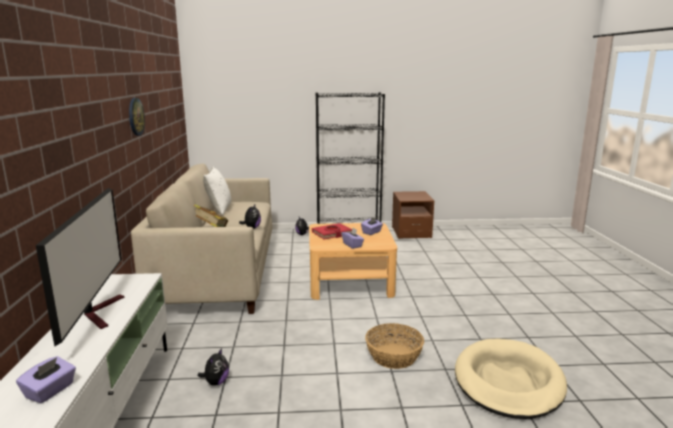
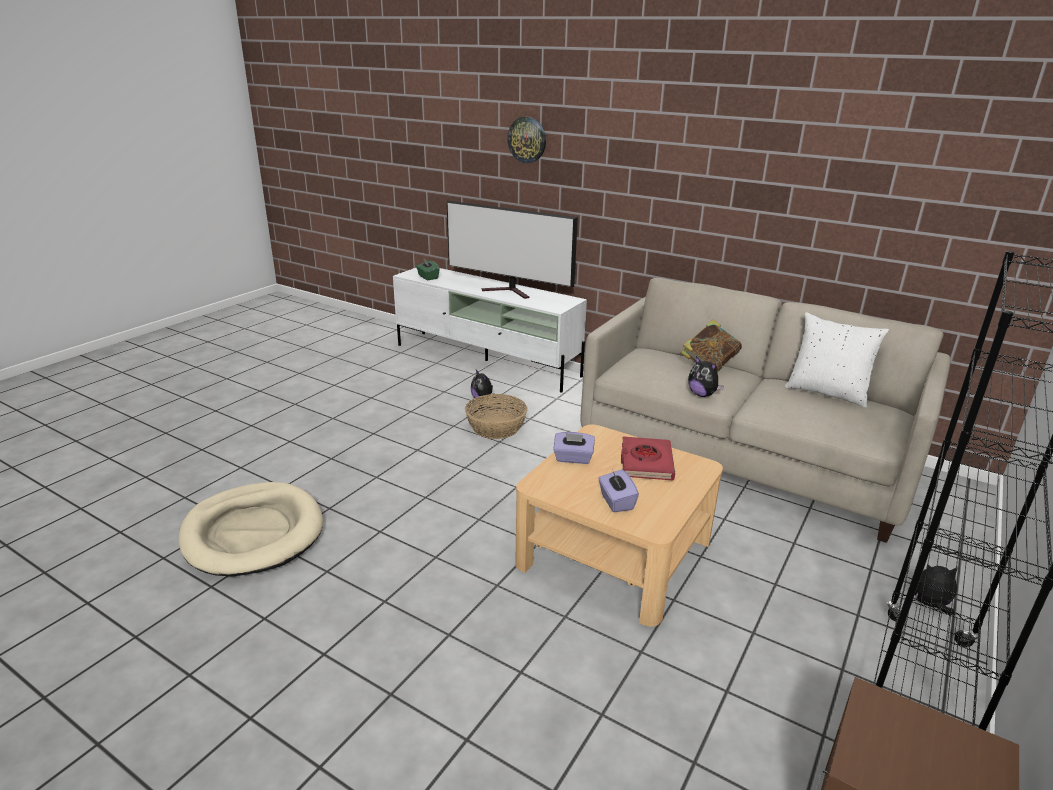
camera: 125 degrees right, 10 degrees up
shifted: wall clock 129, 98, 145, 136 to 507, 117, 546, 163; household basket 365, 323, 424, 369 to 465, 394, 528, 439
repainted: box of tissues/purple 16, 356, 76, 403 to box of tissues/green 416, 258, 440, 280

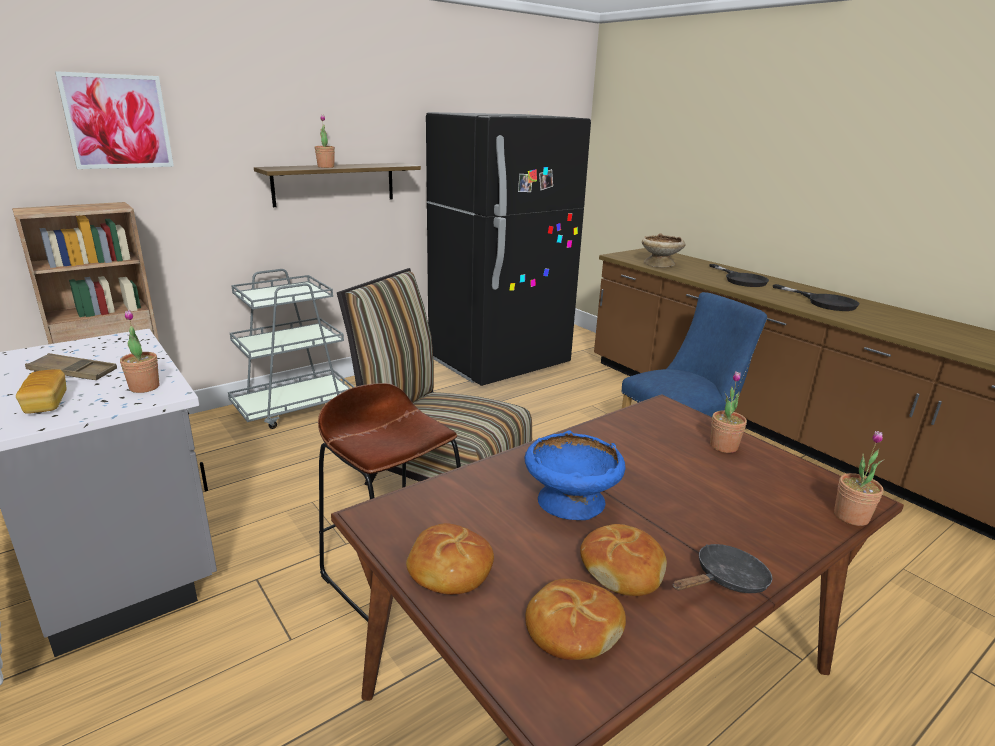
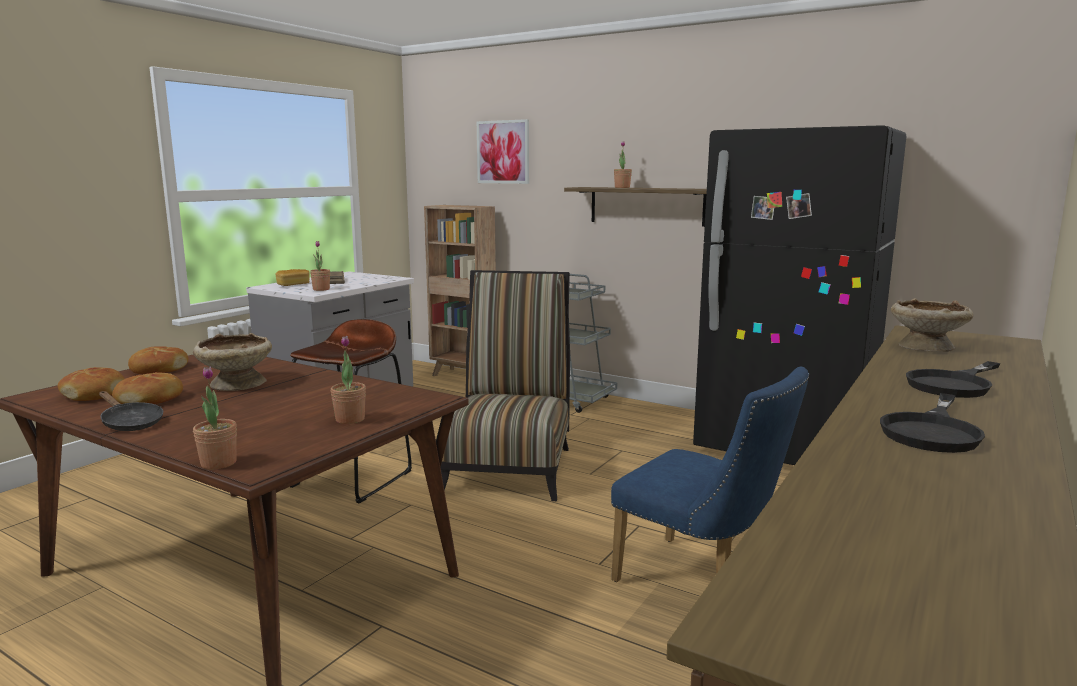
camera: 70 degrees right, 10 degrees down
repainted: serving bowl/blue 524, 431, 626, 520 to serving bowl/beige 193, 333, 272, 391

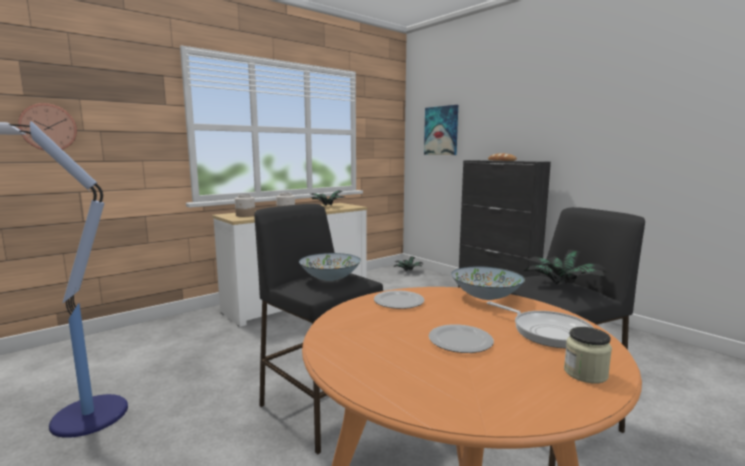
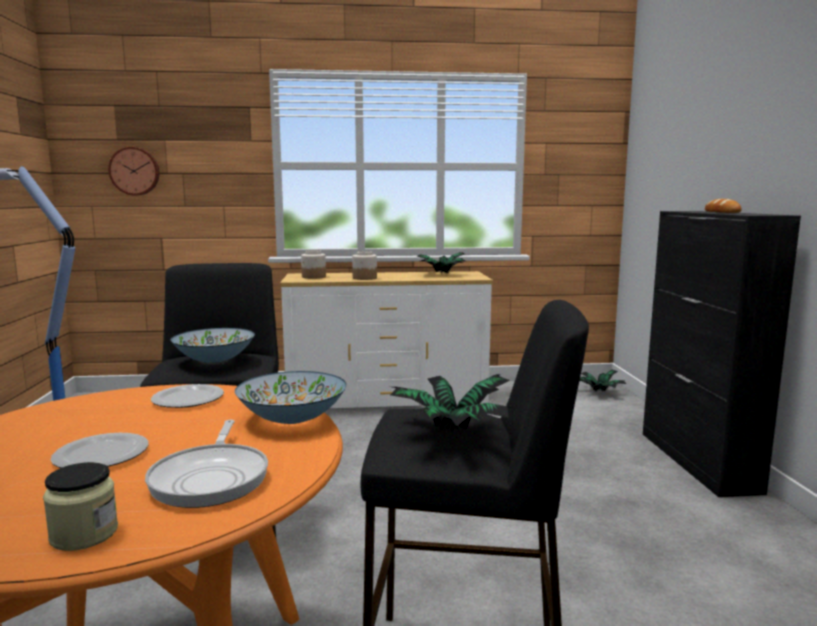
camera: 35 degrees right, 0 degrees up
gone: wall art 424, 105, 458, 155

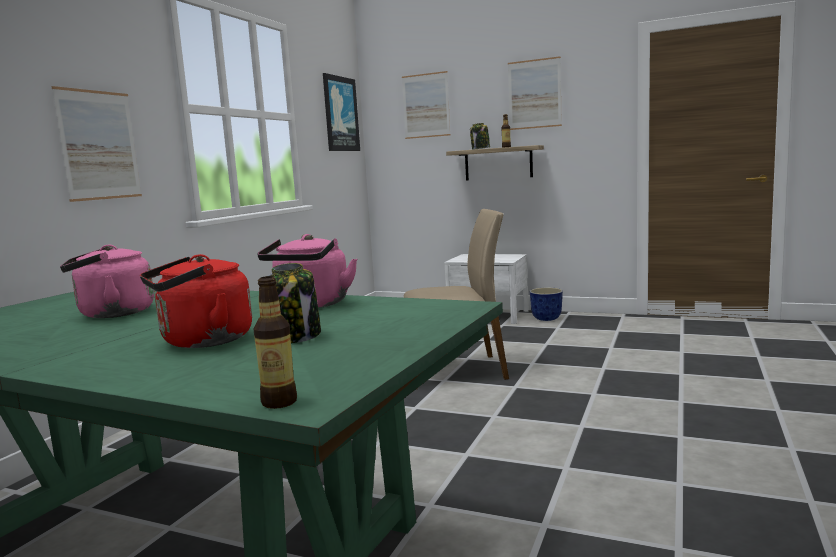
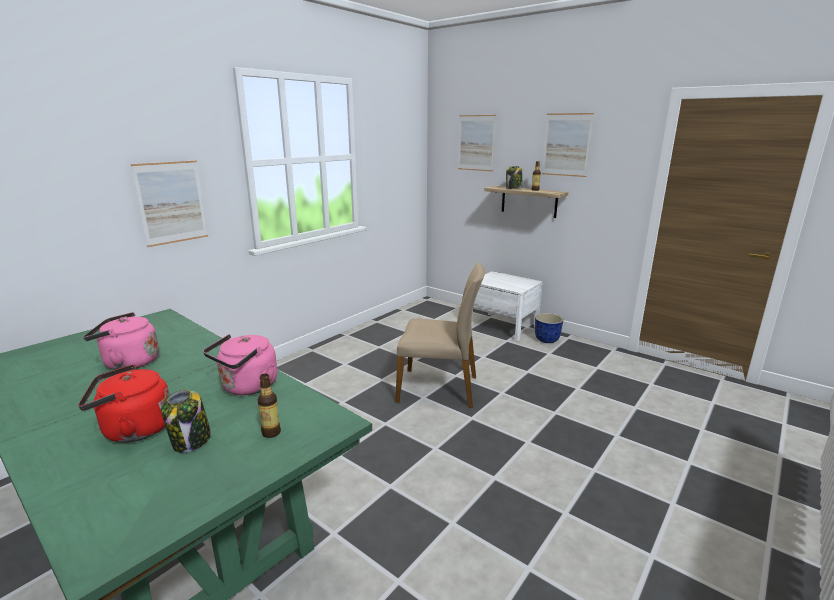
camera: 15 degrees right, 10 degrees up
gone: wall art 323, 73, 360, 151
shifted: bottle 253, 276, 297, 409 to 258, 373, 281, 438

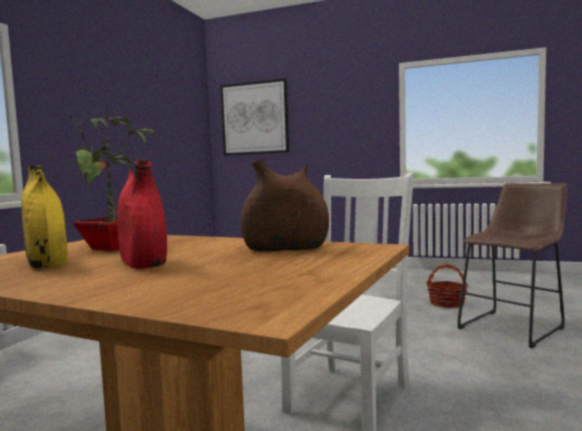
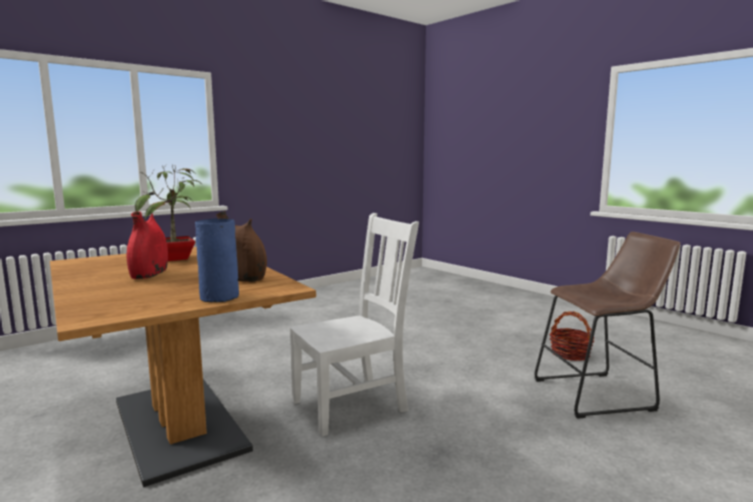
camera: 30 degrees right, 5 degrees up
gone: vase/yellow-coloured 21, 165, 68, 269; wall art 220, 79, 289, 155
new: vase/blue 195, 219, 239, 302

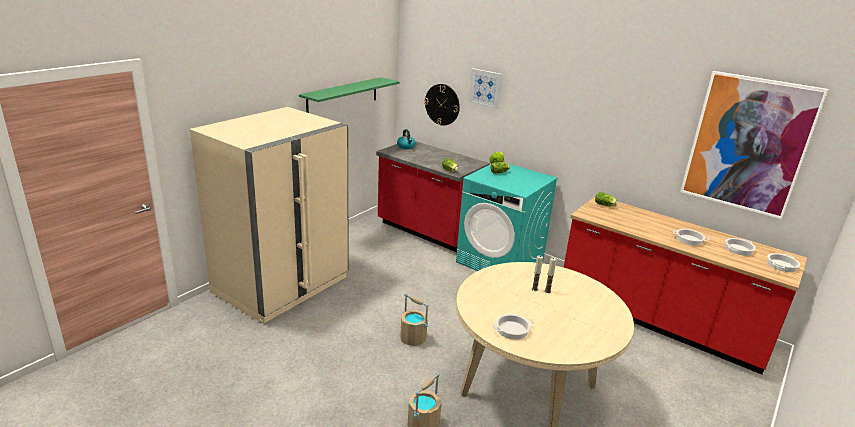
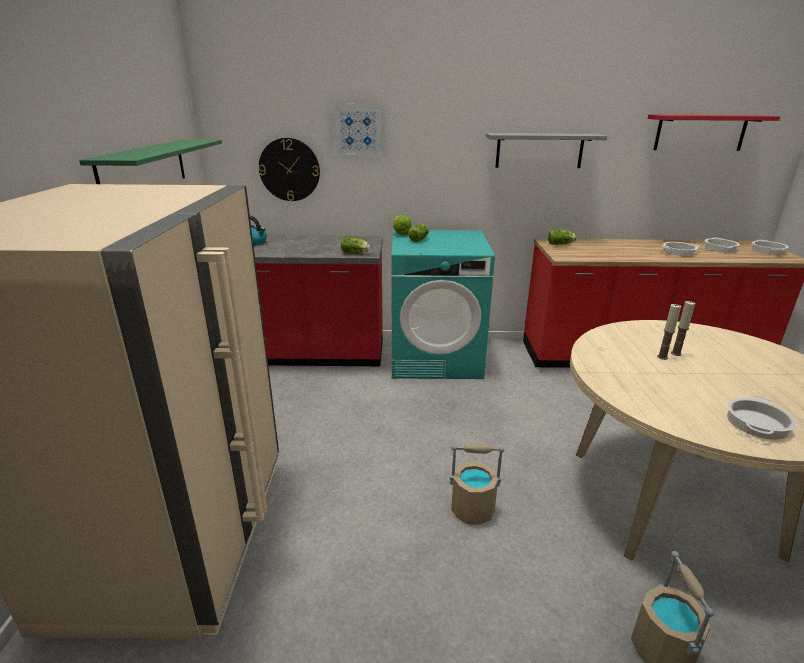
camera: 35 degrees left, 0 degrees up
new: wall shelf/grey 486, 133, 607, 168
swapped: wall art 680, 71, 828, 219 to wall shelf/red-coloured 648, 115, 780, 151

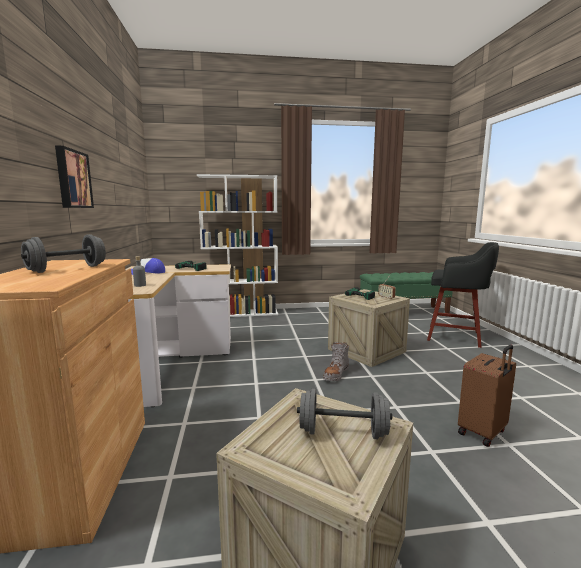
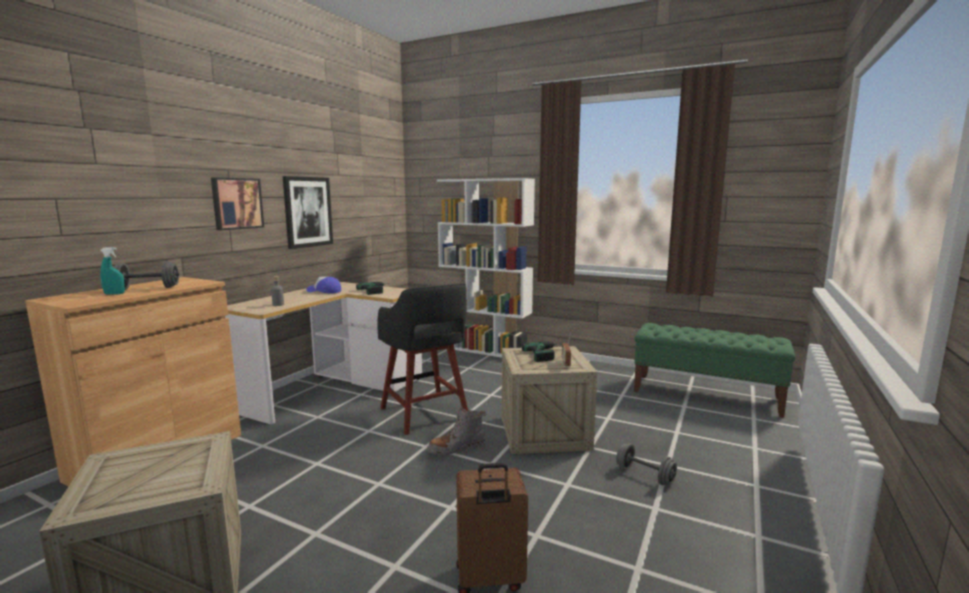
camera: 35 degrees right, 0 degrees up
new: sprayer/turquoise 100, 247, 125, 295; wall art 283, 176, 333, 249
shifted: hand weight/grey 297, 389, 392, 439 to 616, 443, 677, 485; sitting stool/blackish 427, 242, 499, 348 to 377, 284, 468, 435

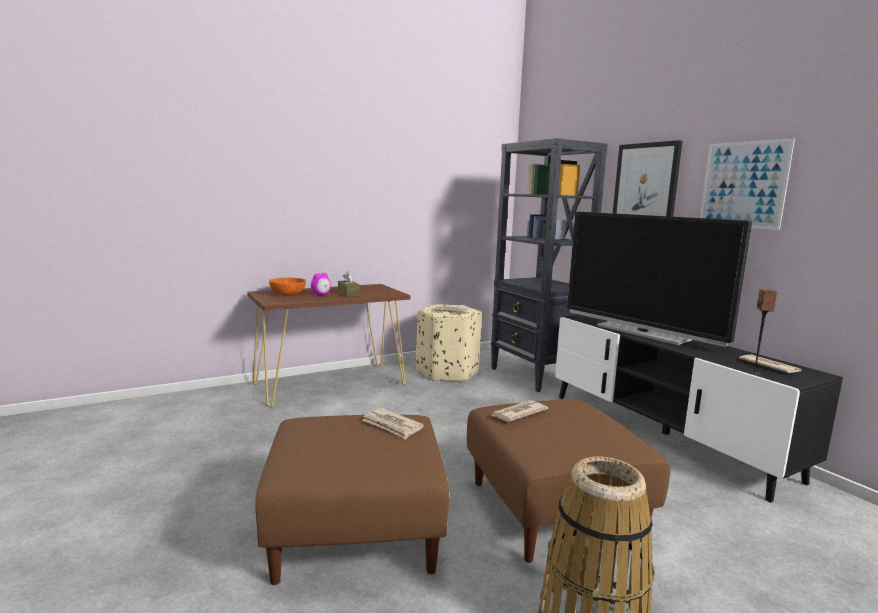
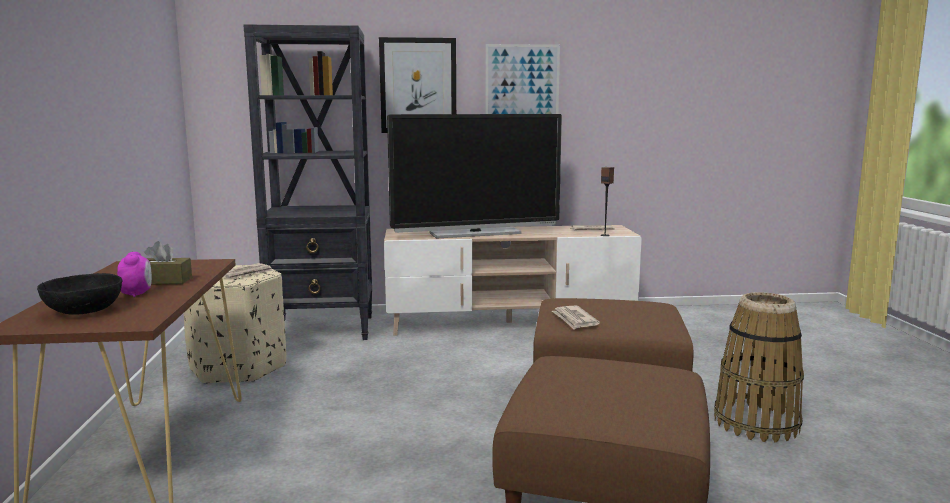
camera: 65 degrees left, 0 degrees up
gone: printed paper 362, 408, 424, 440
repainted: serving bowl/orange 269, 278, 306, 296 to serving bowl/blackish 37, 273, 123, 315; tv unit/blackish 555, 315, 843, 502 to tv unit/beige 384, 225, 642, 336

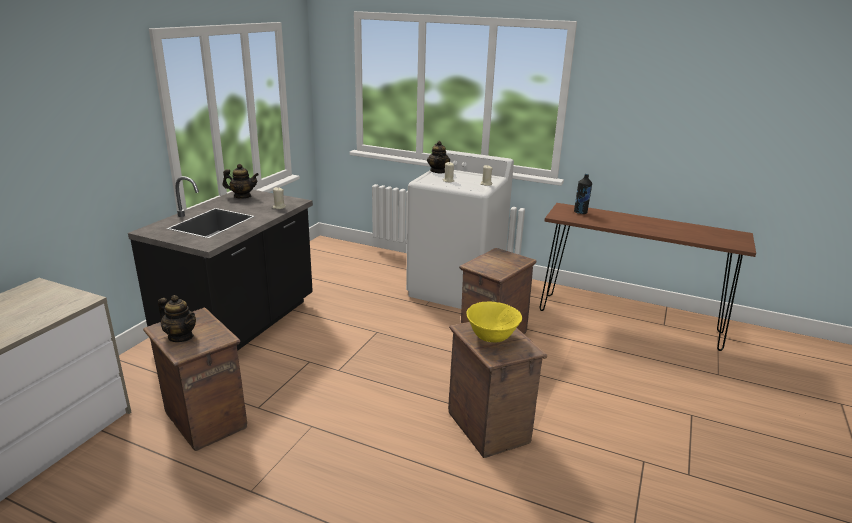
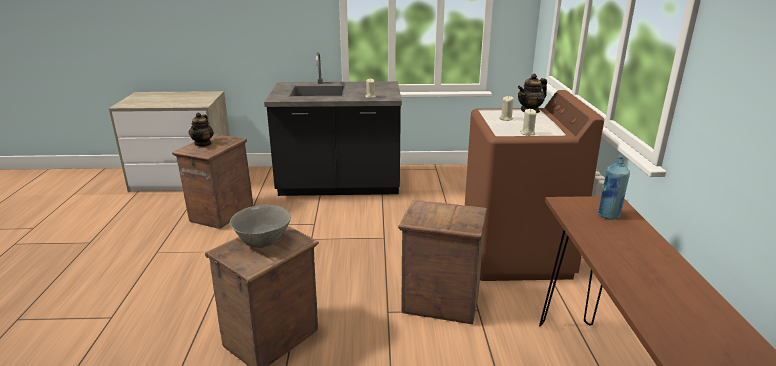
camera: 65 degrees right, 0 degrees up
gone: tea pot 223, 164, 259, 199
repainted: washing machine/white 406, 150, 514, 309 to washing machine/brown 465, 90, 604, 281; serving bowl/yellow-coloured 466, 302, 522, 343 to serving bowl/grey 230, 205, 291, 248; bottle/blackish 574, 174, 592, 214 to bottle/blue 598, 157, 630, 220

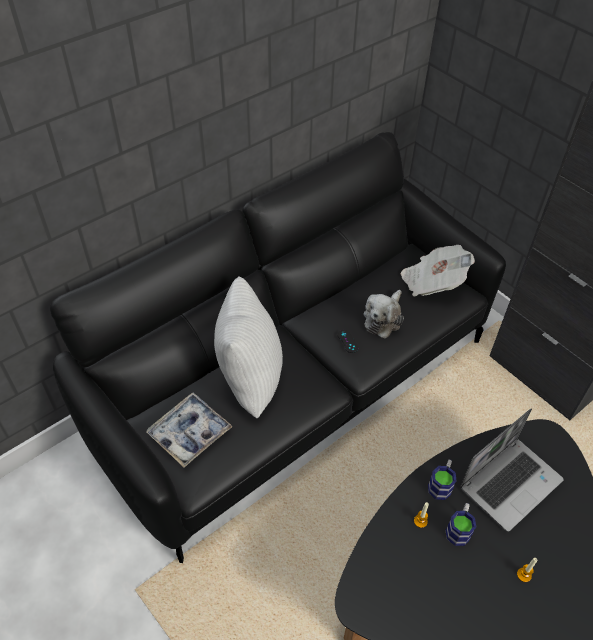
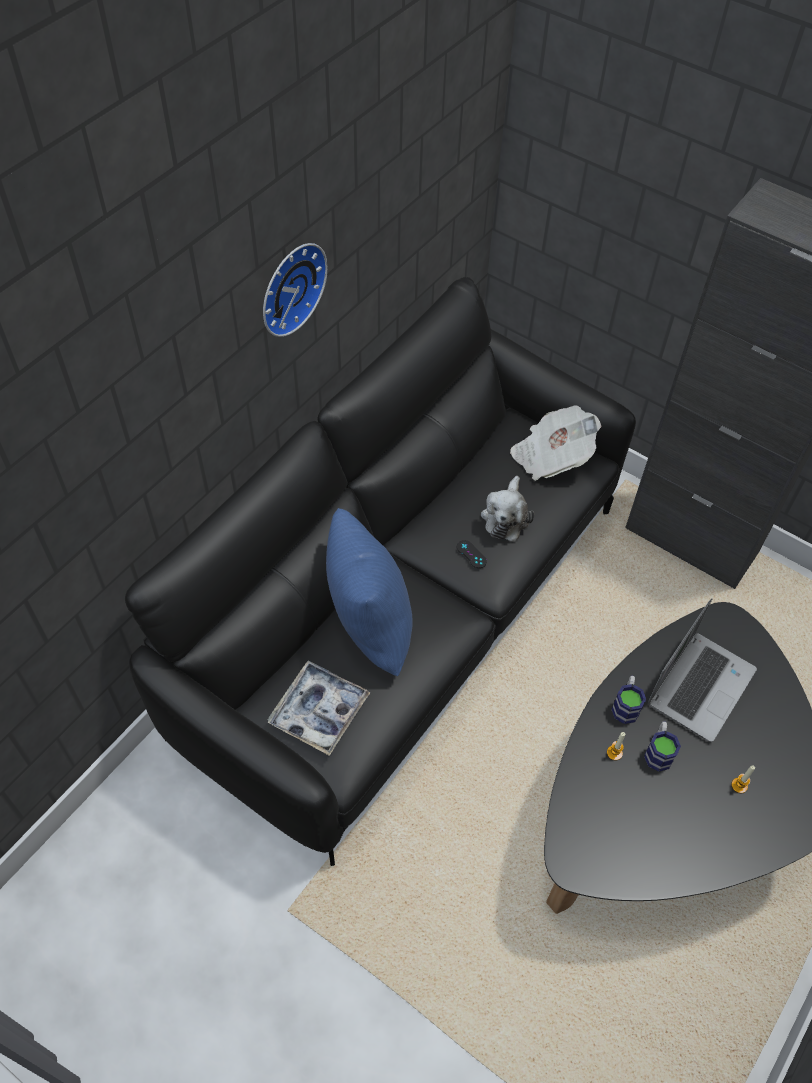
camera: 15 degrees left, 5 degrees up
new: wall clock 263, 243, 328, 337
repainted: pillow/white 214, 276, 283, 418 to pillow/blue 326, 508, 413, 676

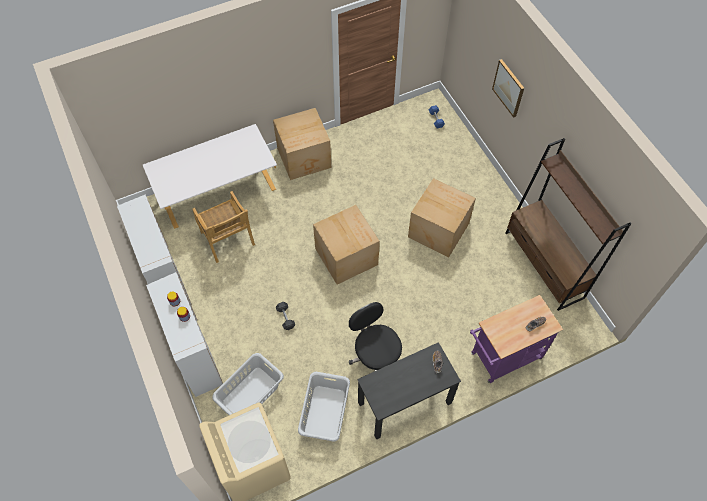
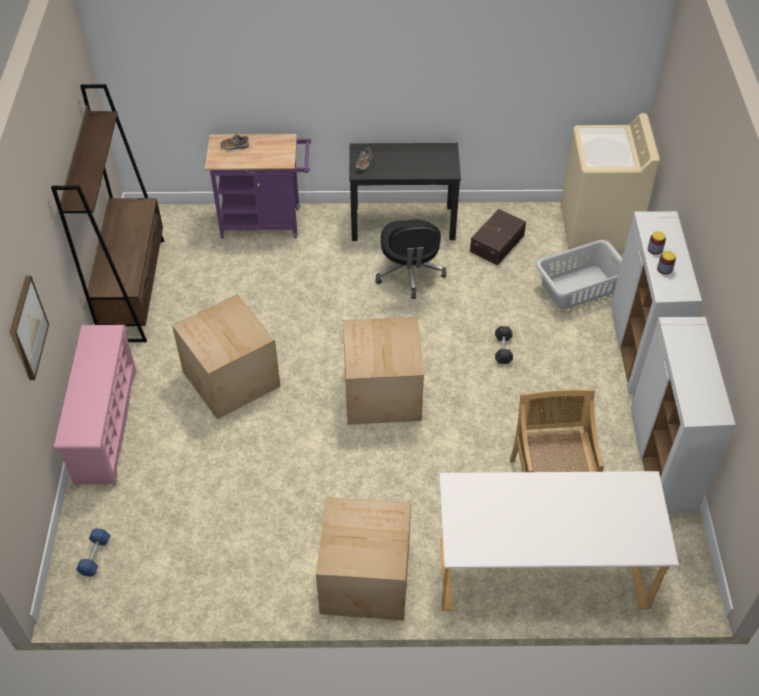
camera: 155 degrees left, 10 degrees down
new: shoe stand/pinkish 54, 325, 137, 486
swapped: hamper/grey 298, 372, 350, 441 to storage bin/brown 470, 209, 526, 265

